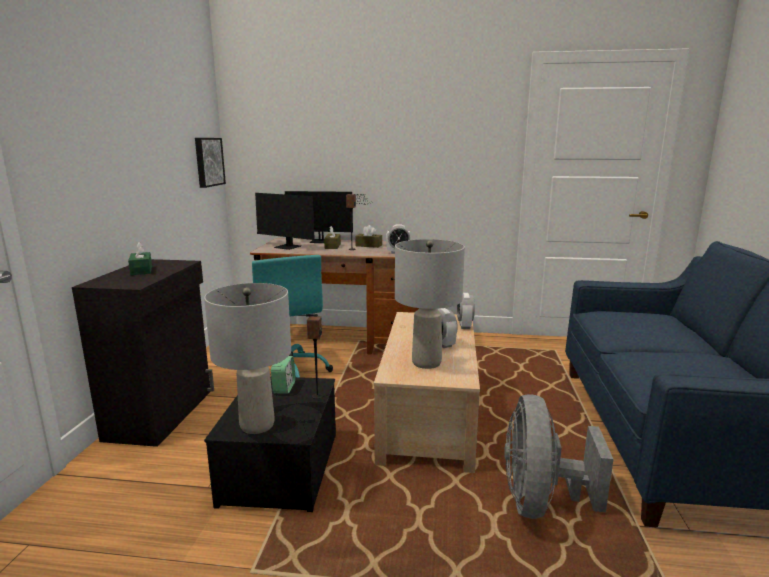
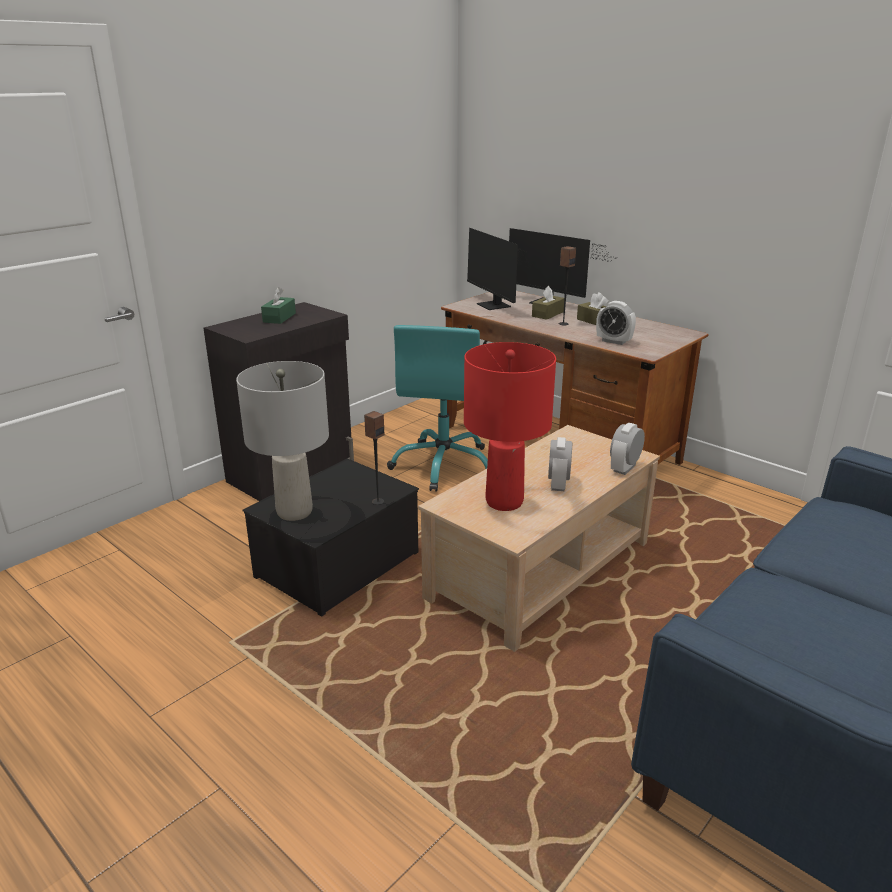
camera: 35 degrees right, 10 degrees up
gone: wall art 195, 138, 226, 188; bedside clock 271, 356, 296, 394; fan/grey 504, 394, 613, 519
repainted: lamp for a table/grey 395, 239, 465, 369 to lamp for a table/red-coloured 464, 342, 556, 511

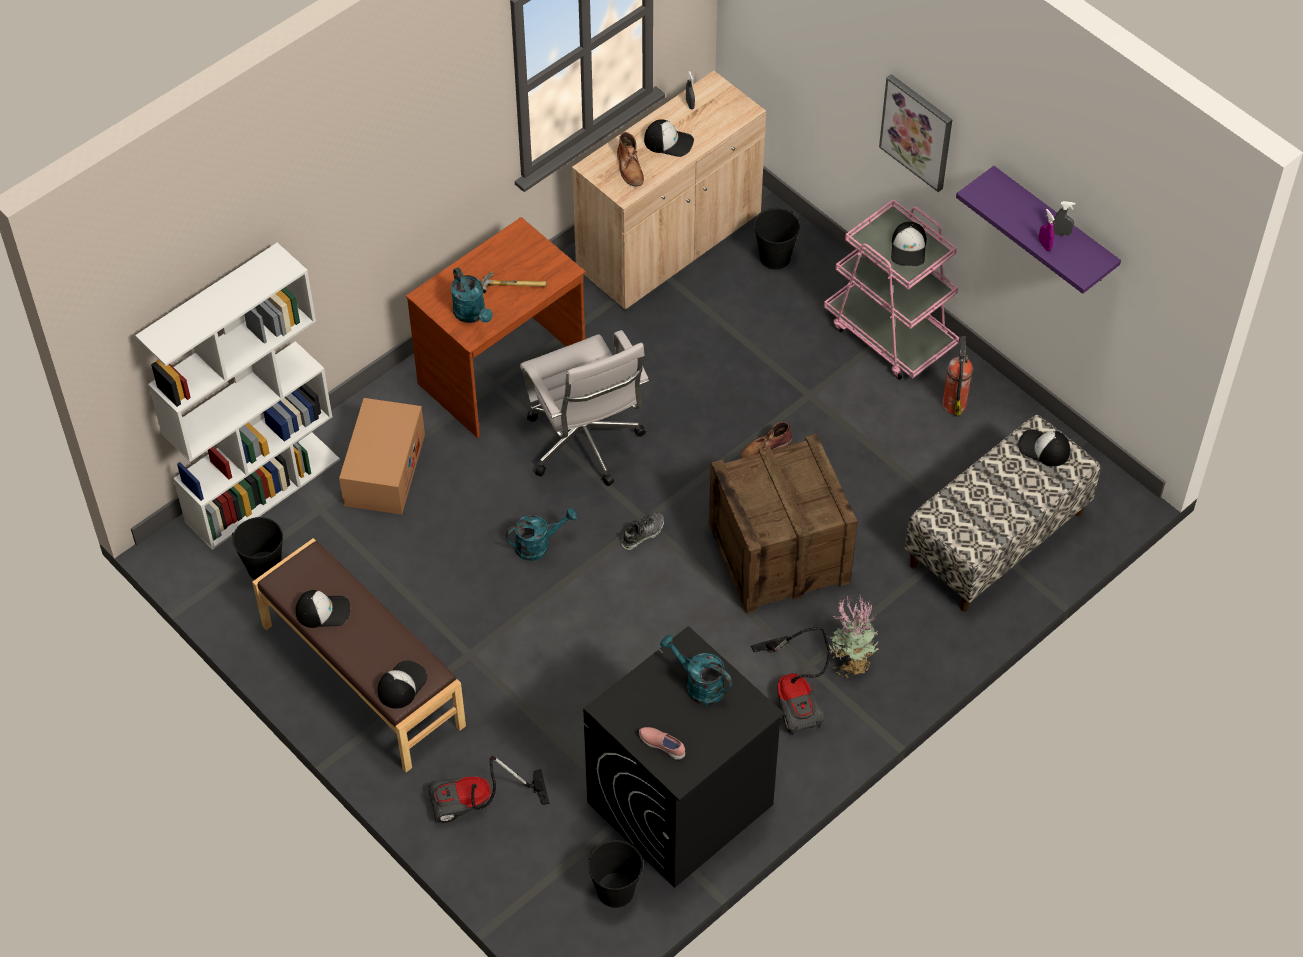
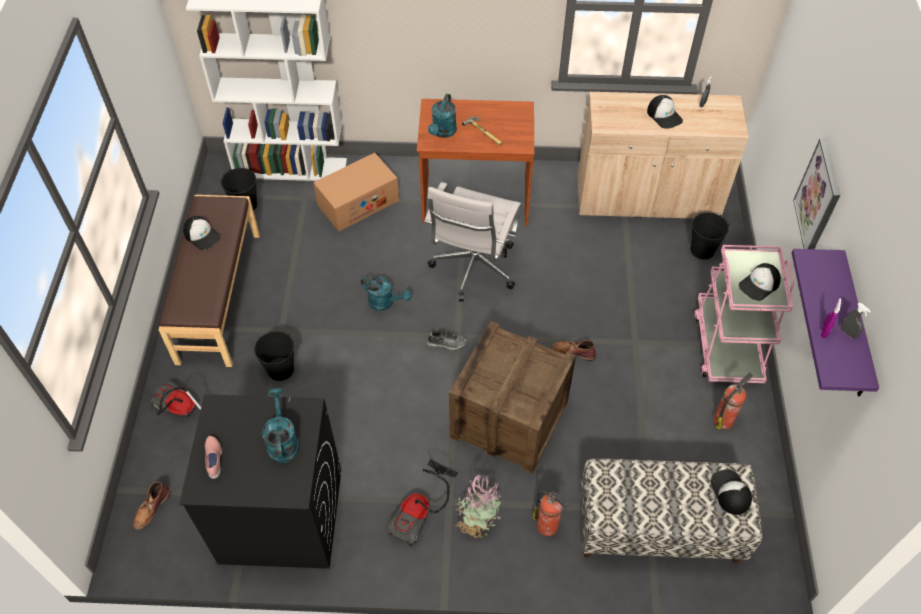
camera: 45 degrees right, 0 degrees up
gone: peaked cap 378, 660, 427, 709
new: fire extinguisher 532, 490, 571, 536
shifted: water bucket/blackish 588, 838, 643, 908 to 254, 331, 294, 381; tall boot/brown 617, 132, 644, 187 to 133, 482, 171, 530

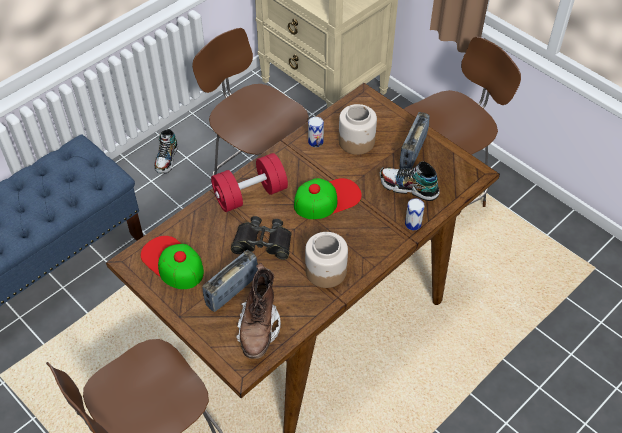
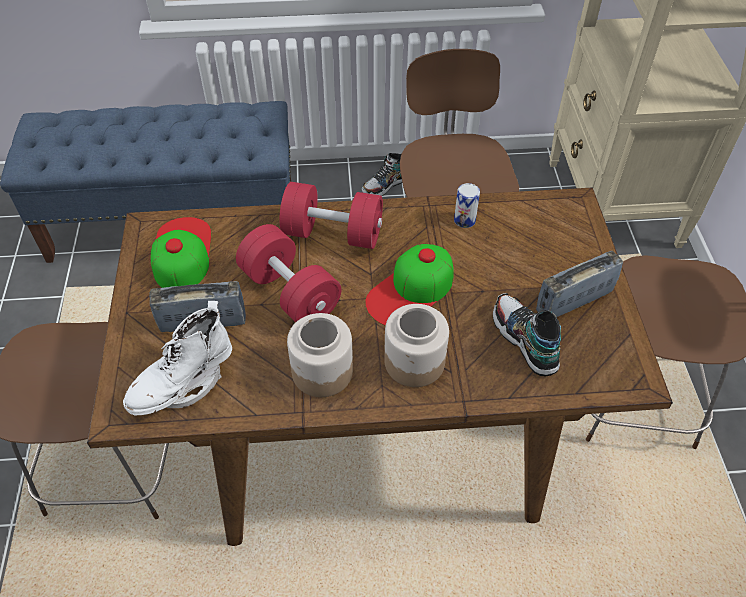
camera: 40 degrees right, 0 degrees up
gone: sealed can 405, 198, 425, 230
shifted: preserve jar 338, 104, 377, 155 to 384, 304, 449, 387
swapped: binoculars/blackish 231, 216, 291, 260 to hand weight/red-coloured 236, 224, 341, 322
repainted: tall boot/brown 236, 263, 281, 359 to tall boot/white 123, 301, 232, 415
rotated: peaked cap 294, 178, 362, 219 = 365, 244, 454, 326 120 degrees clockwise

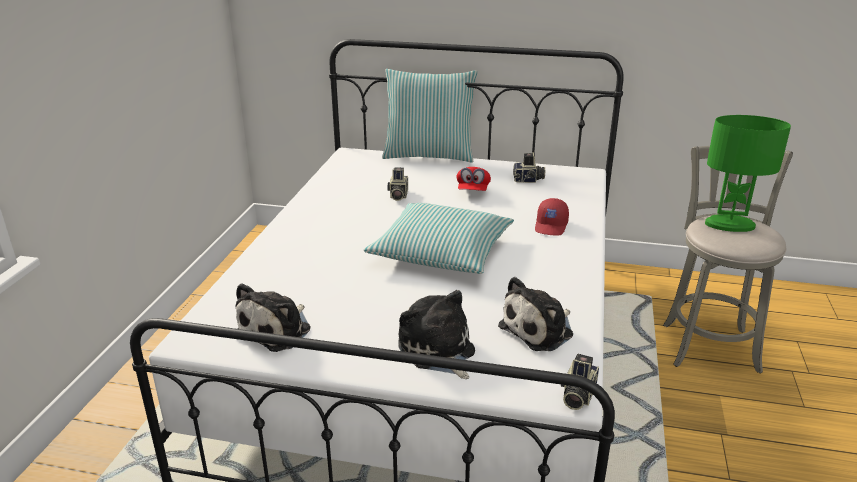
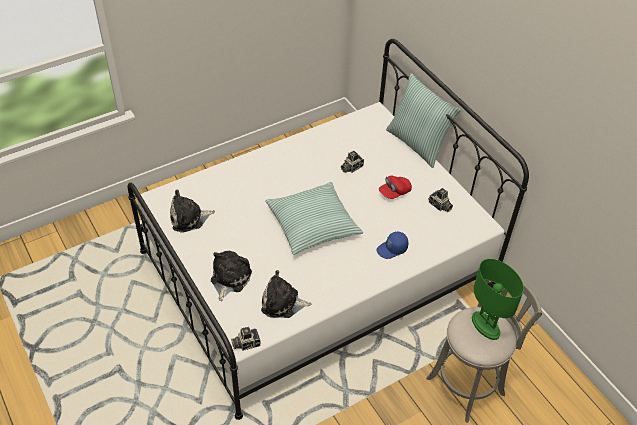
camera: 45 degrees right, 20 degrees up
repainted: peaked cap/red-coloured 535, 198, 569, 236 to peaked cap/blue 377, 232, 408, 259

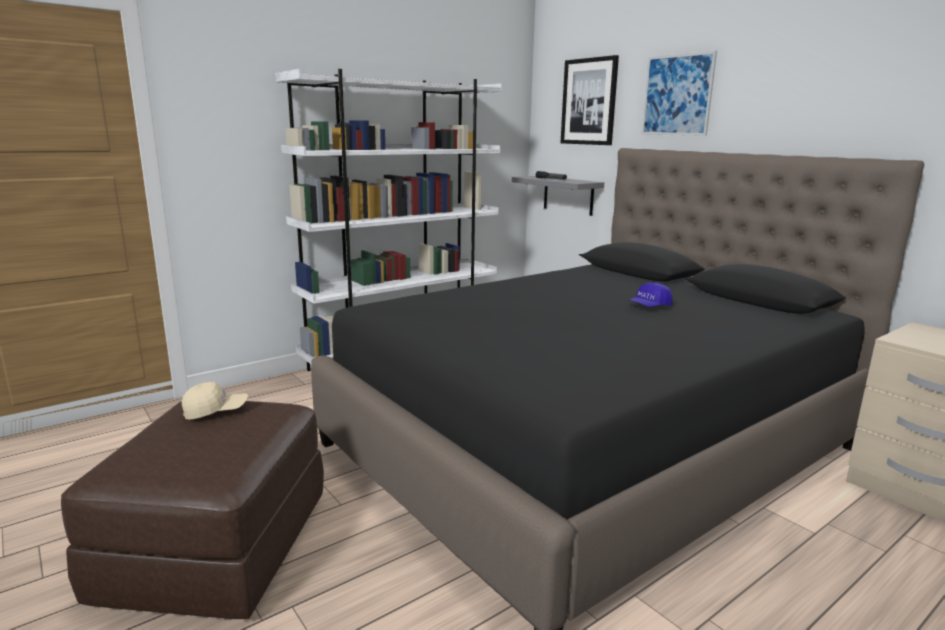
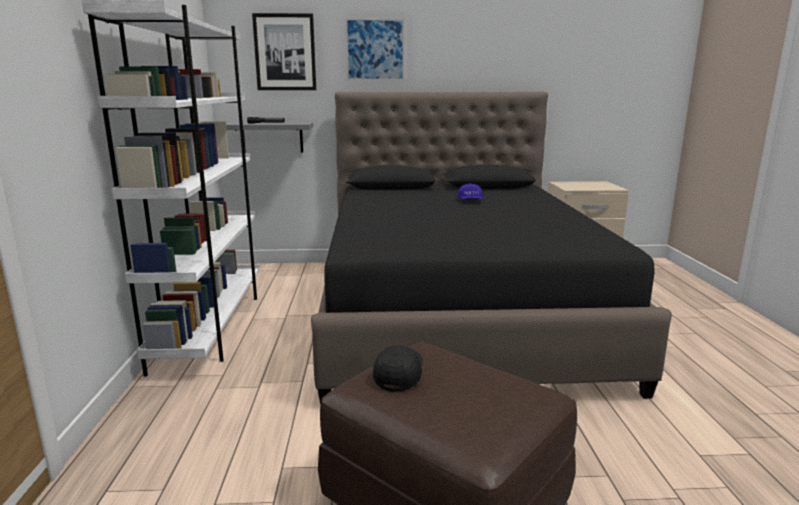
camera: 55 degrees left, 0 degrees up
repainted: peaked cap/beige 182, 382, 248, 420 to peaked cap/blackish 373, 345, 423, 392

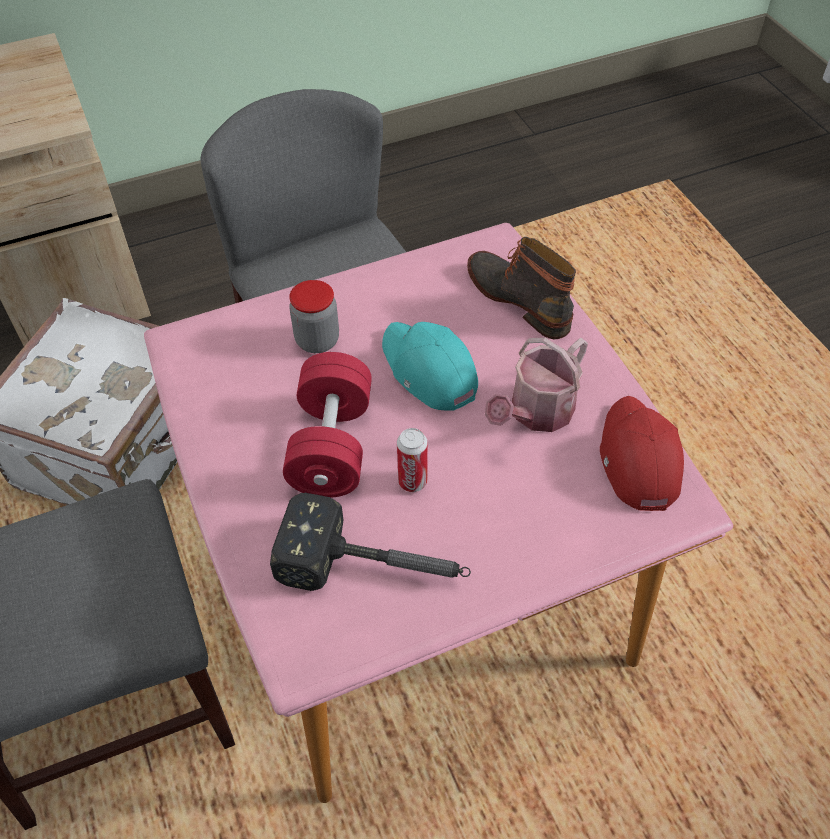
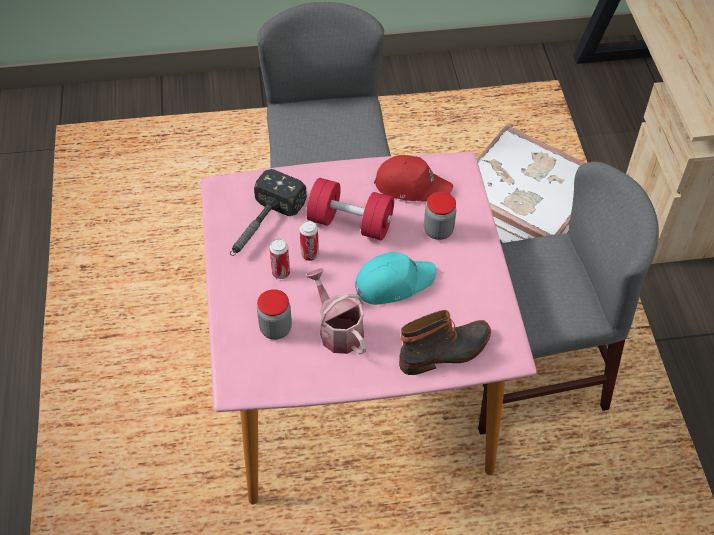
camera: 105 degrees right, 0 degrees up
new: preserve jar 257, 289, 292, 340; sealed can 269, 239, 290, 279
shifted: peaked cap/red-coloured 600, 396, 684, 511 to 374, 155, 453, 202

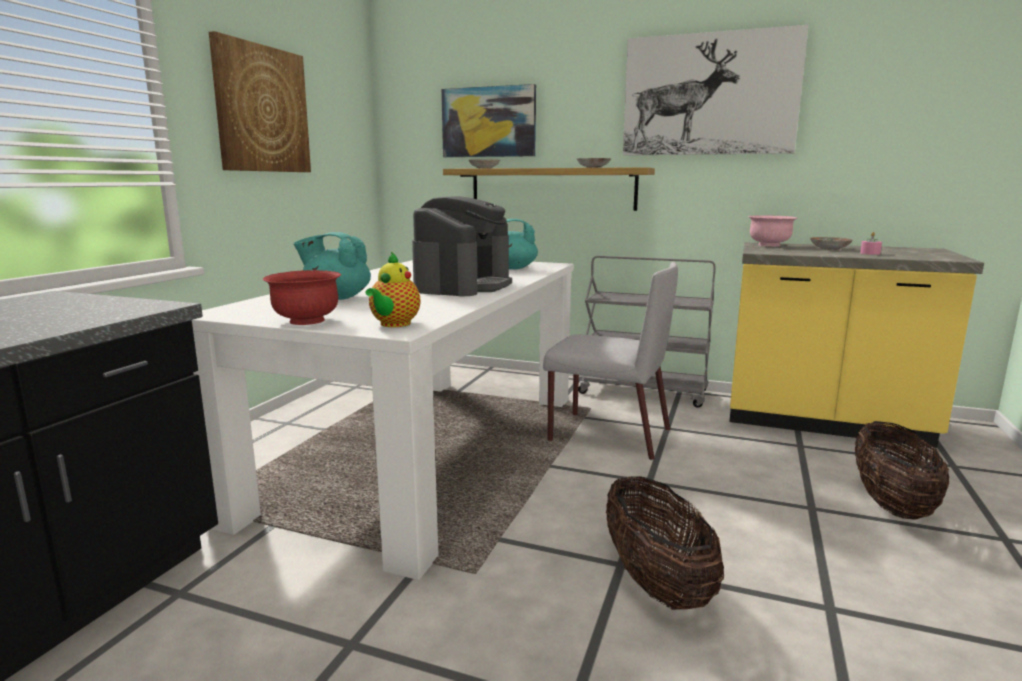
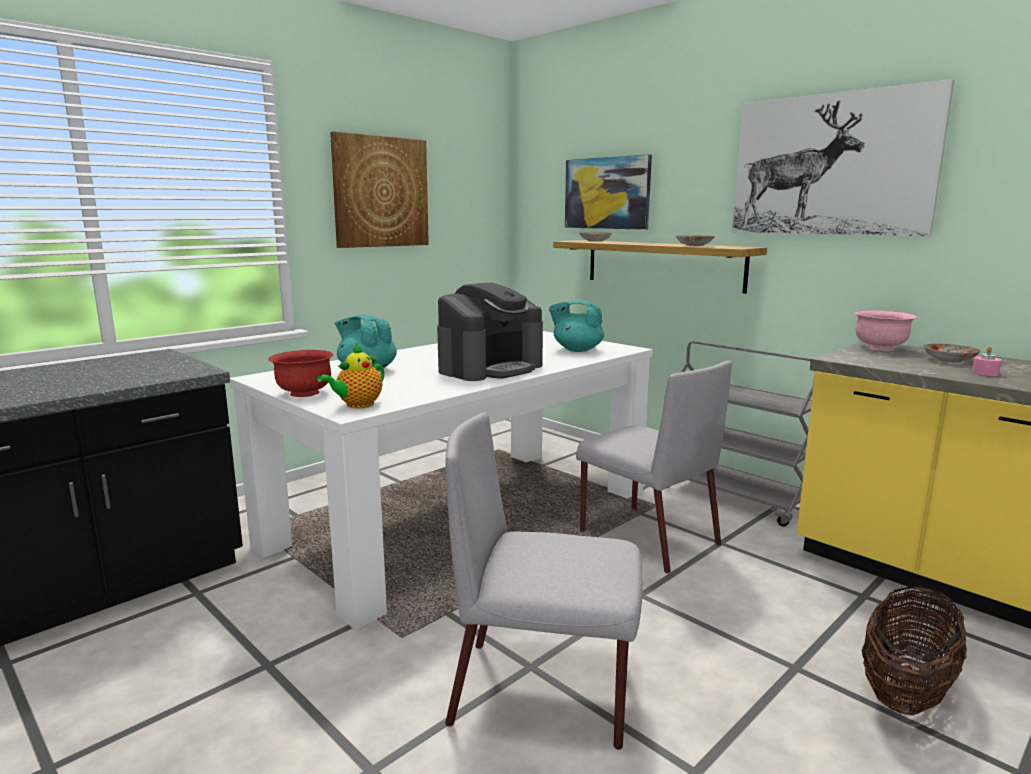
camera: 25 degrees right, 0 degrees up
swapped: household basket 606, 476, 724, 610 to chair/grey 445, 412, 643, 750

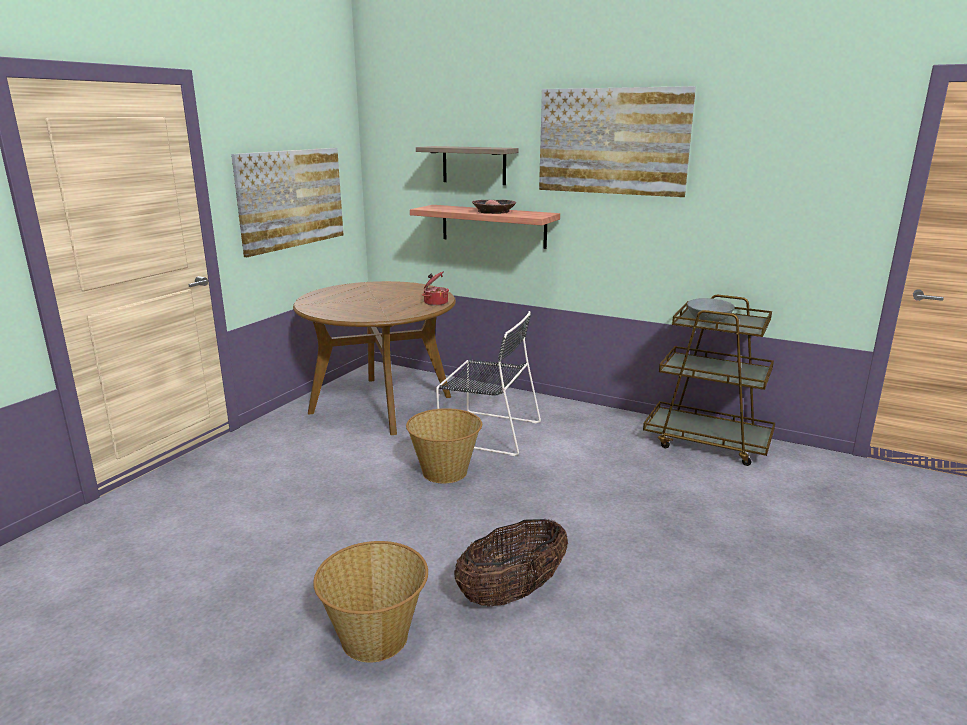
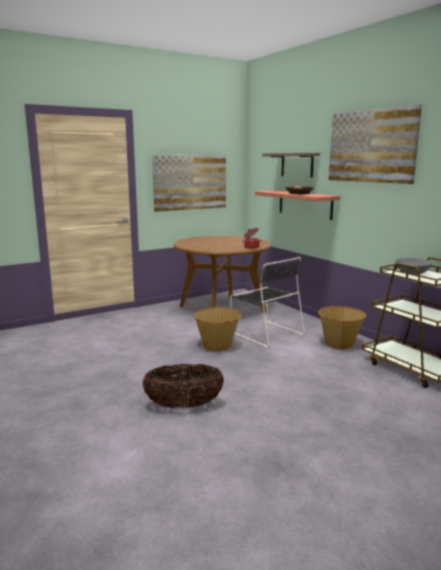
camera: 30 degrees right, 5 degrees down
shifted: household basket 313, 541, 428, 662 to 318, 306, 367, 349

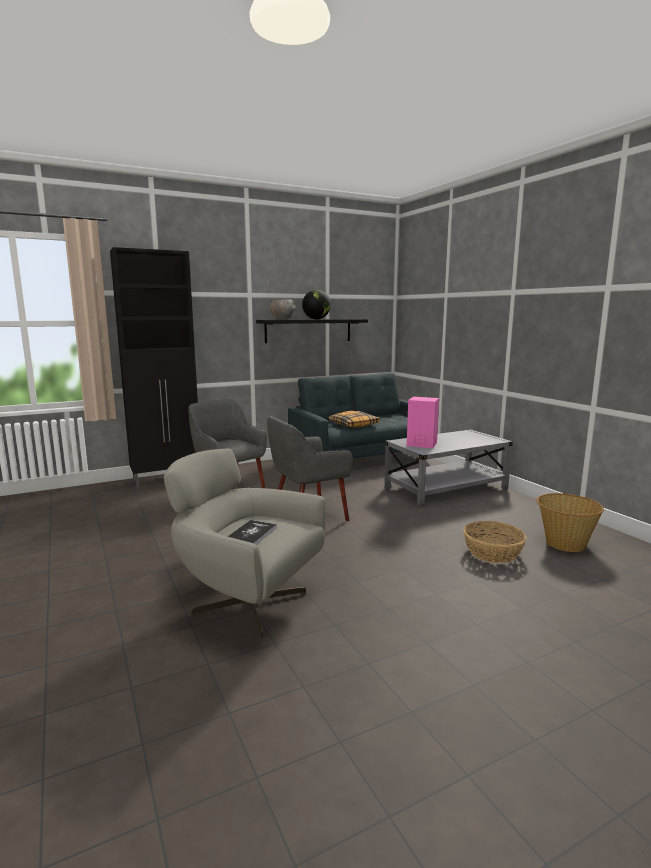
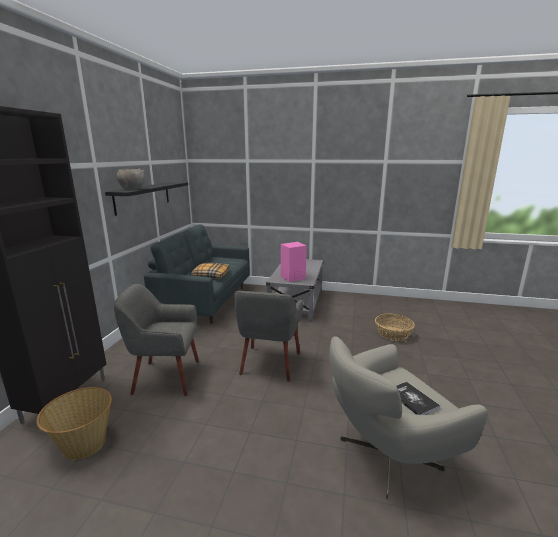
camera: 50 degrees left, 5 degrees up
gone: globe 302, 290, 331, 319
shifted: household basket 537, 493, 604, 552 to 37, 387, 112, 460

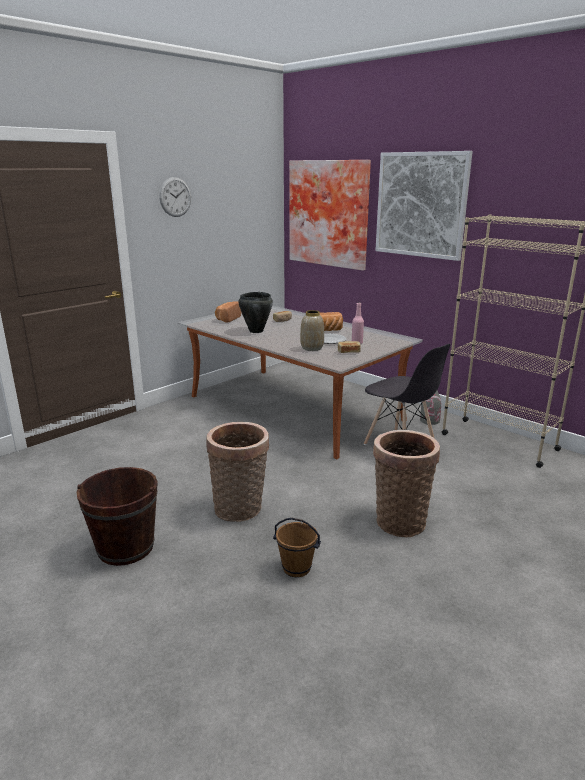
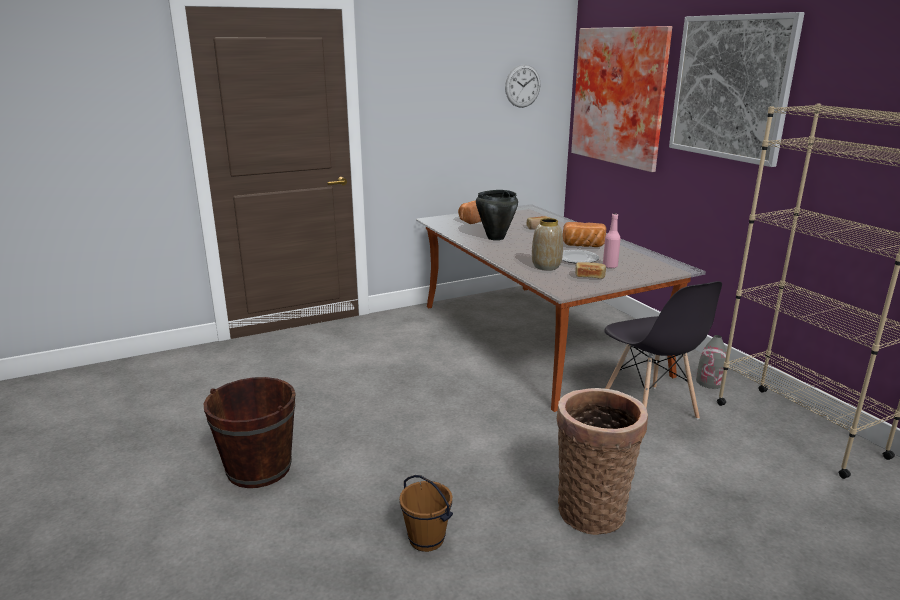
camera: 20 degrees right, 0 degrees up
gone: household basket 206, 422, 269, 522
shifted: wall clock 159, 177, 191, 217 to 505, 64, 540, 108

